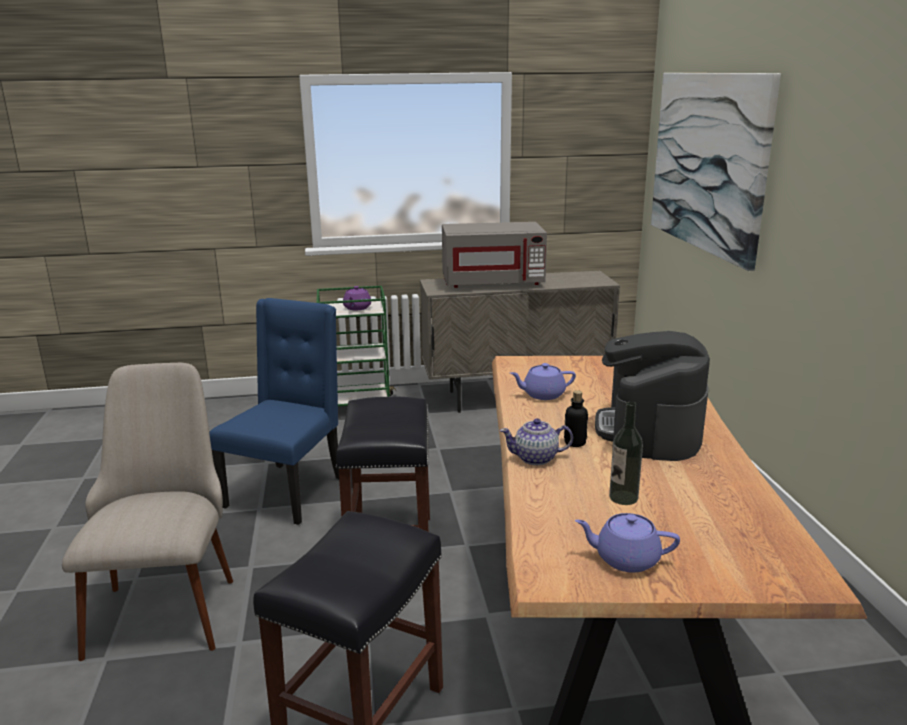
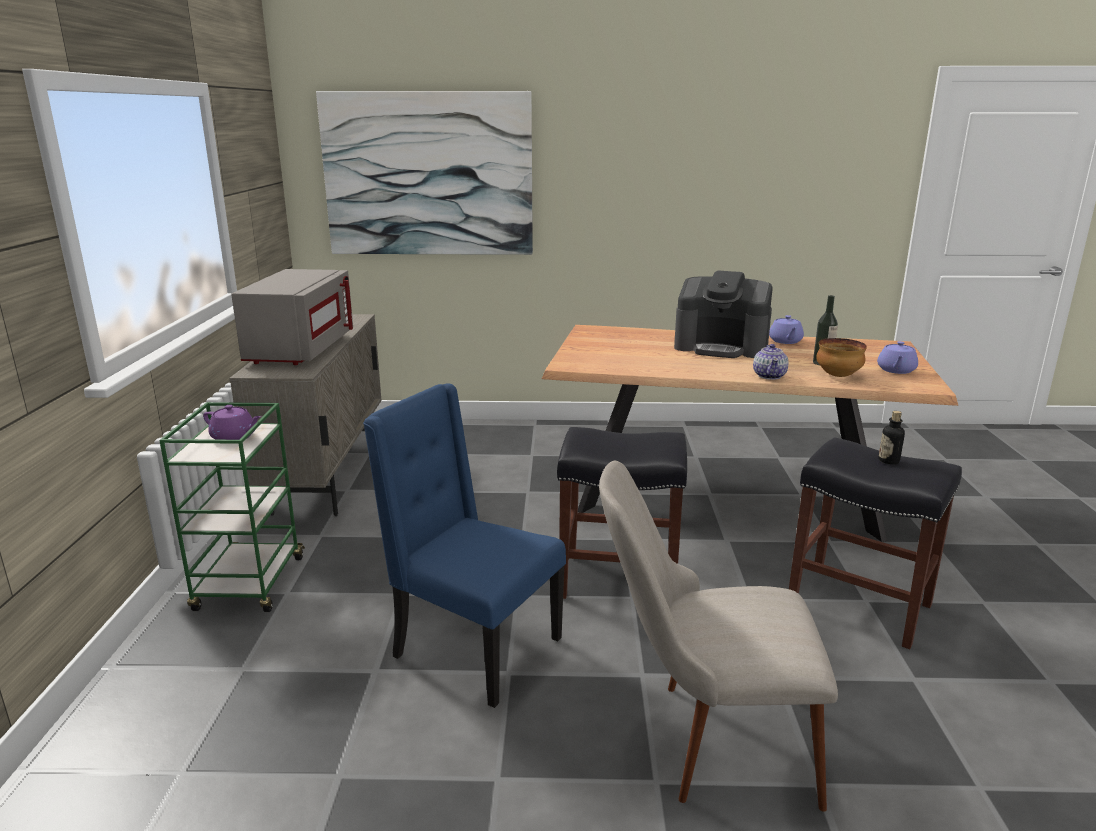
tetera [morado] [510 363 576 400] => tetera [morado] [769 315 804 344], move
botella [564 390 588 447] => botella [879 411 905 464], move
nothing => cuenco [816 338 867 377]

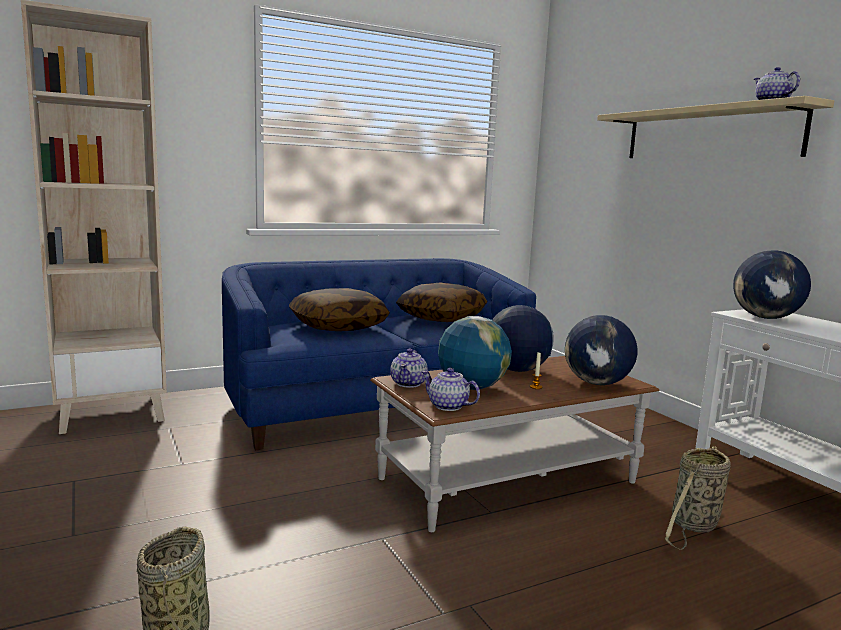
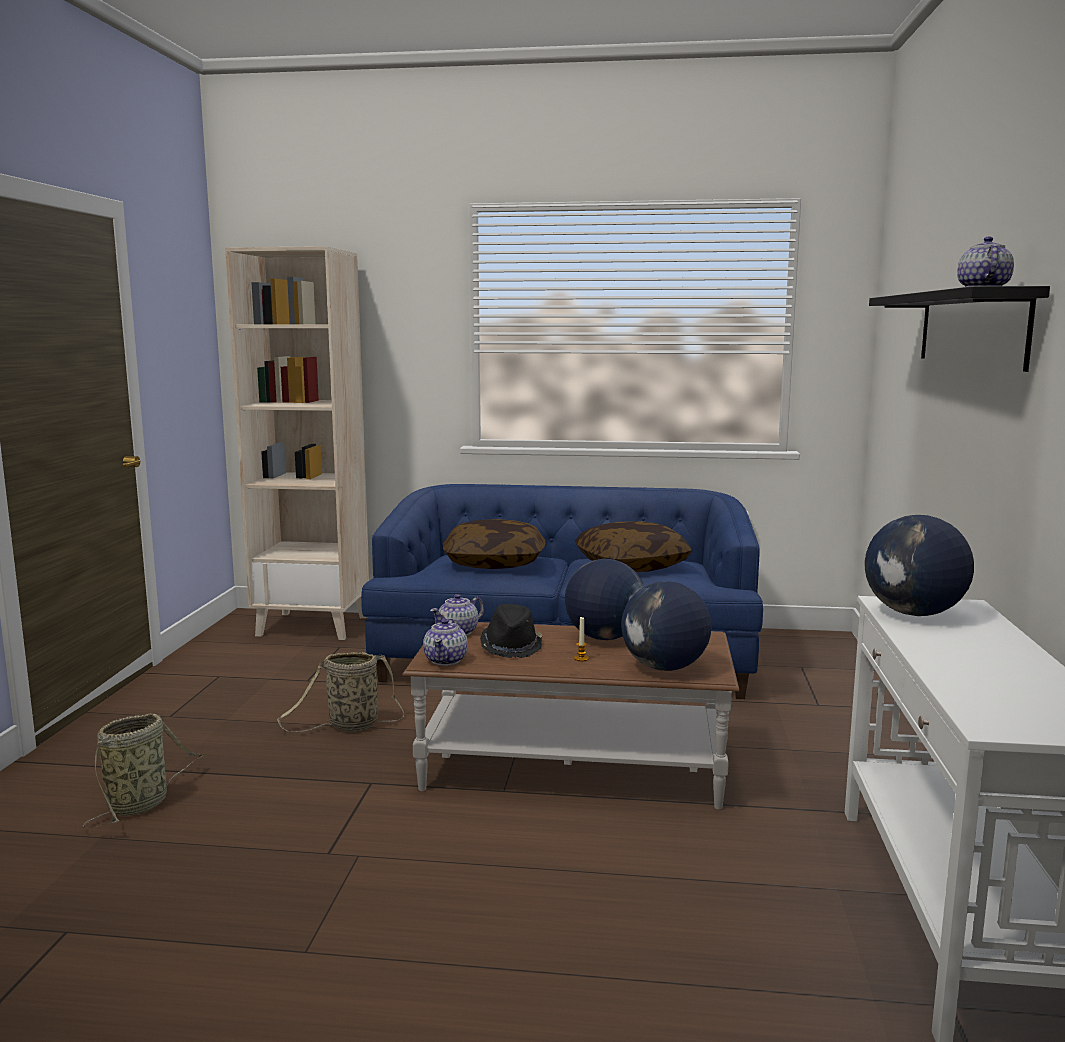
tetera [421 368 480 411] => tetera [423 619 468 666], 150 degrees counterclockwise
globo terráqueo [438 316 512 390] => sombrero [negro] [480 604 542 658]
estante [beis] [597 96 834 158] => estante [negro] [869 286 1050 372]
cesta [665 446 730 550] => cesta [277 652 404 732], move

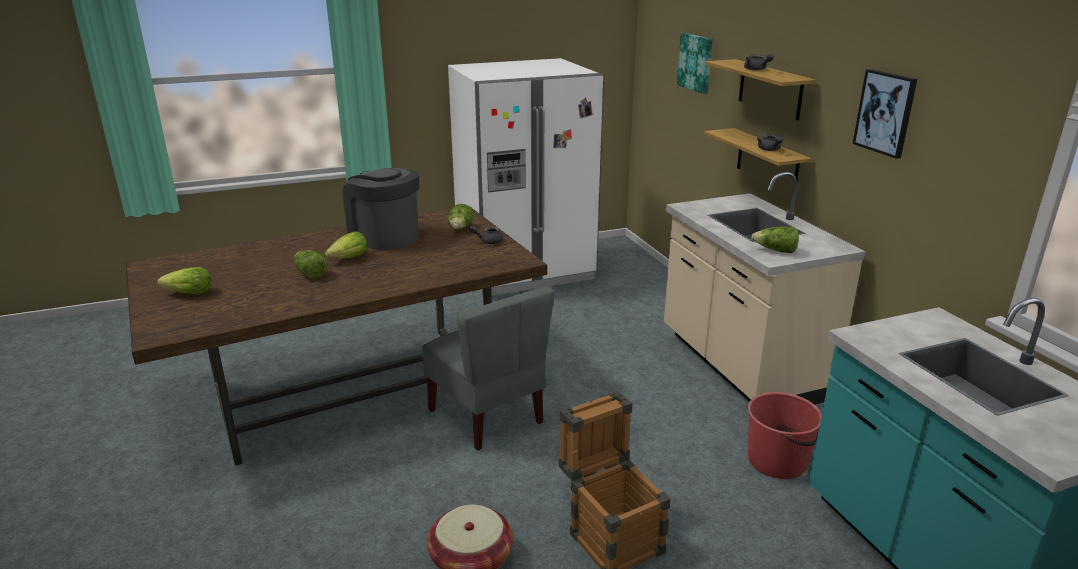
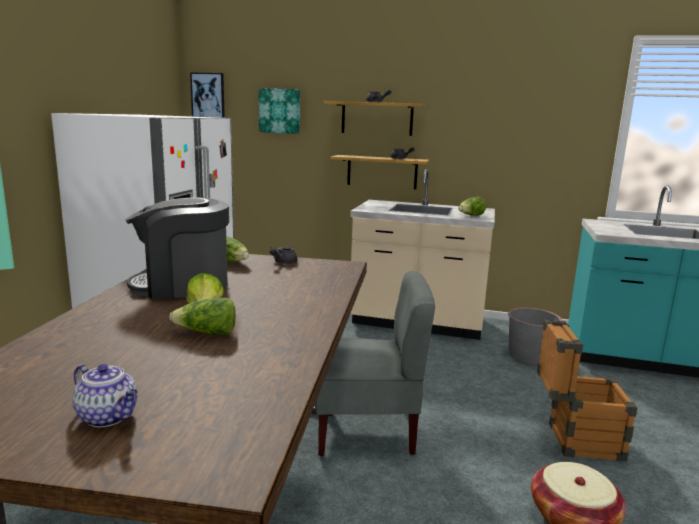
lechuga [157 267 212 294] => tetera [72 364 137 427]
cubo [rojo] [748 392 822 479] => cubo [gris] [508 307 562 365]
cuadro [853 69 917 159] => cuadro [190 72 225 118], move

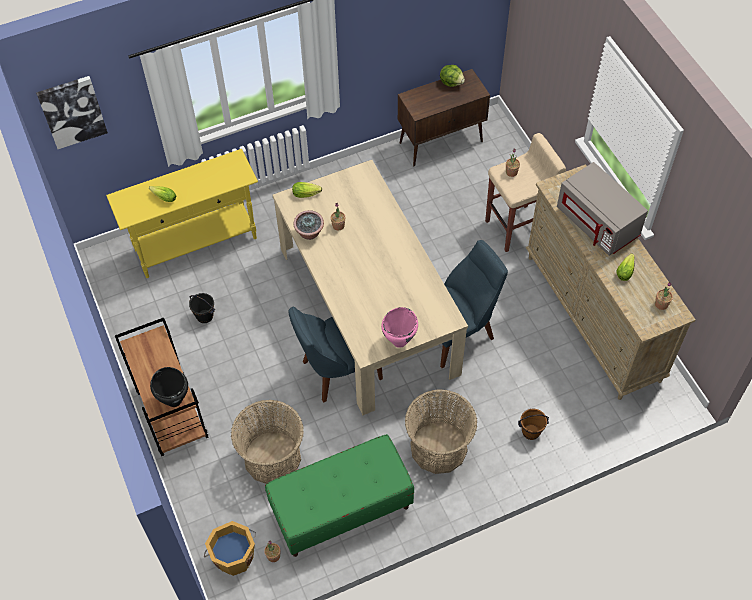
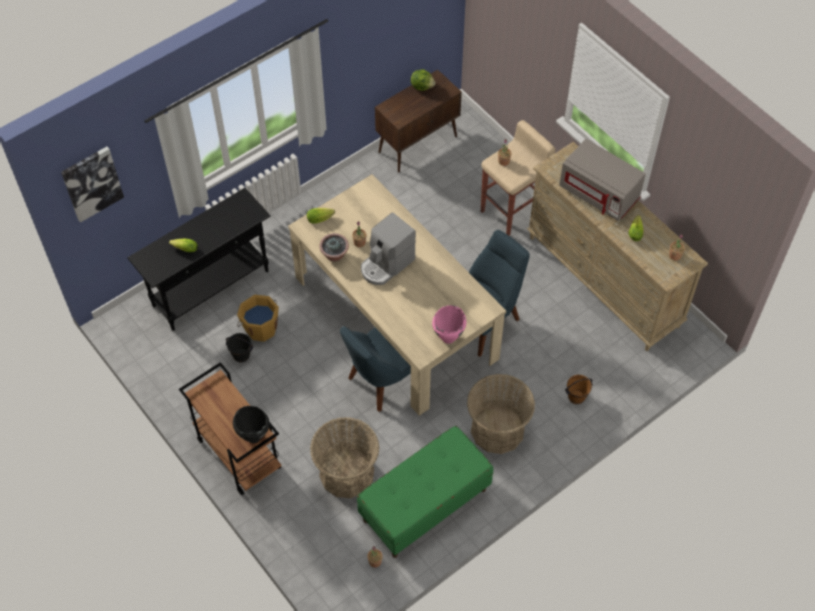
mesa consola [amarillo] [106 149 258 278] => mesa consola [negro] [127 188 271 331]
cubo [naranja] [204 521 256 576] => cubo [naranja] [237 295 279 342], move
nothing => cafetera [361 212 416 285]

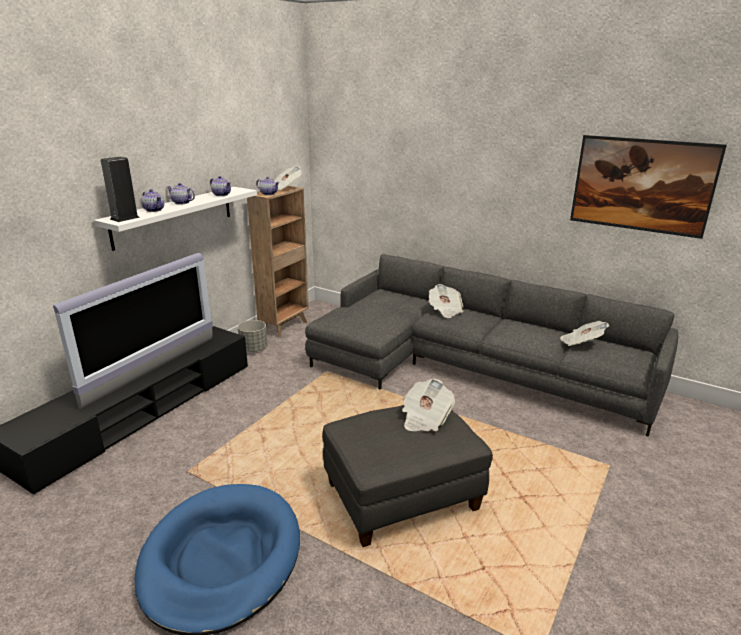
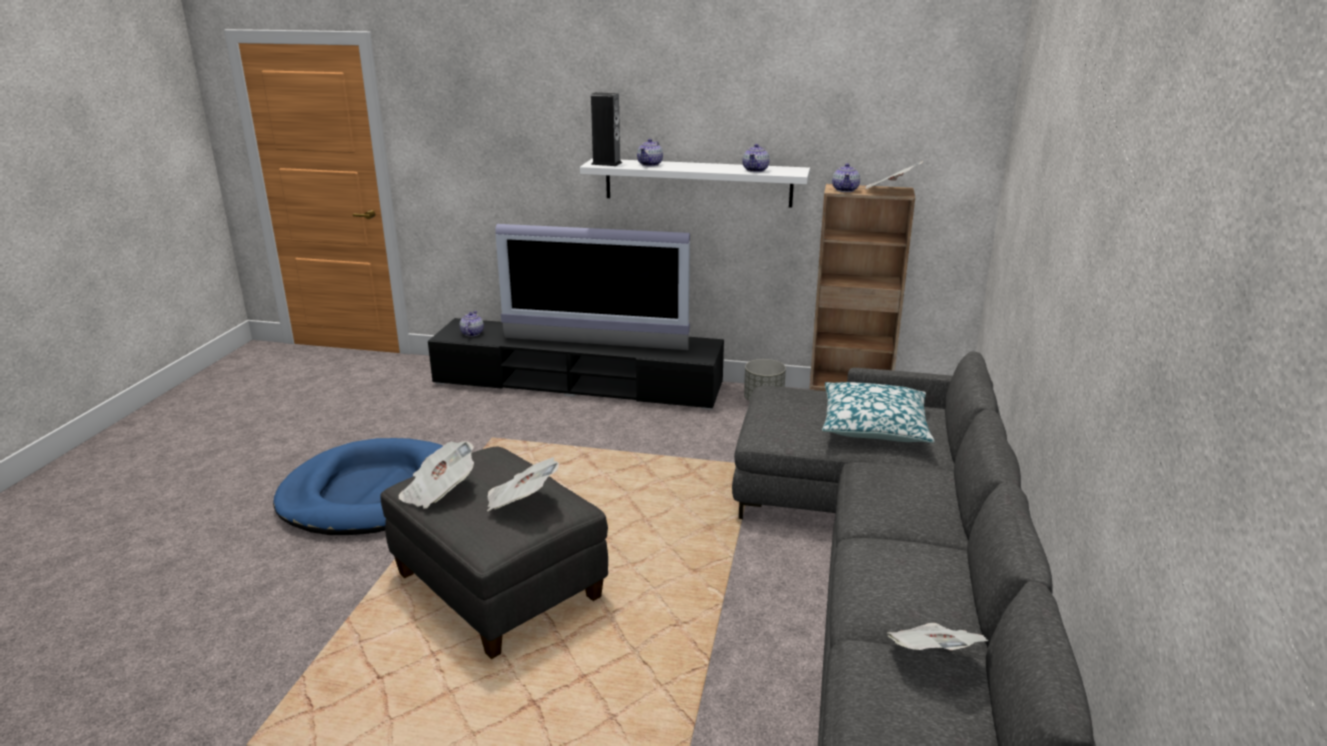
tetera [167 183 195 205] => tetera [459 311 484 337], move
periódico [429 284 464 318] => periódico [399 441 474 509], move
cuadro [570 135 727 239] => nothing
nothing => cojín [822 382 935 443]

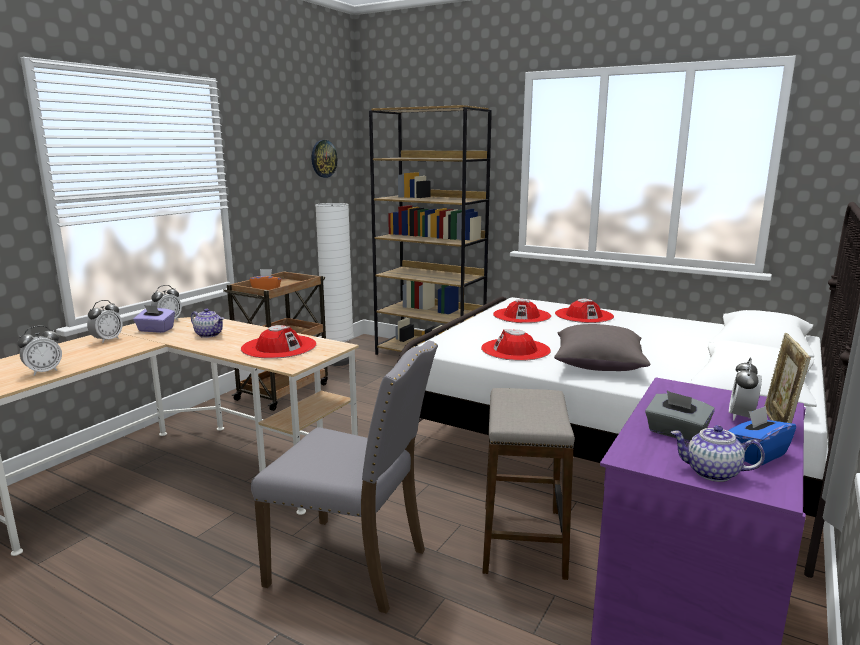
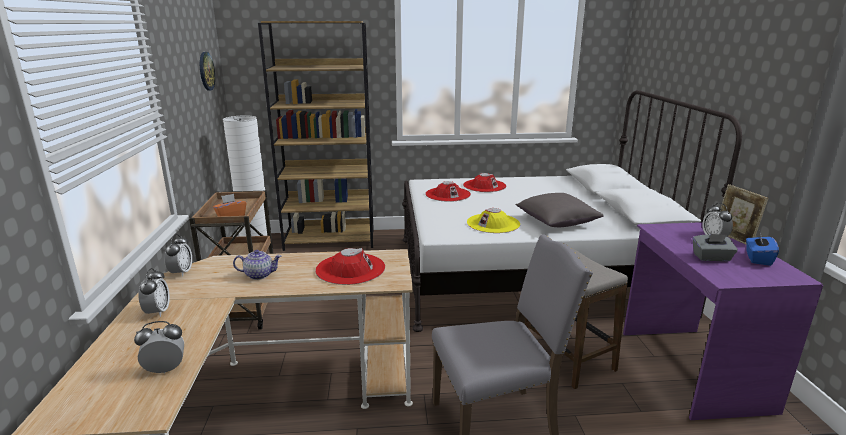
despertador [17 326 62 376] => despertador [134 321 184 374], 120 degrees counterclockwise
caja de pañuelos [morado] [133 305 175 333] => nothing
sombrero [rojo] [481 329 551 361] => sombrero [amarillo] [467 208 520 233]
tetera [671 425 765 482] => nothing

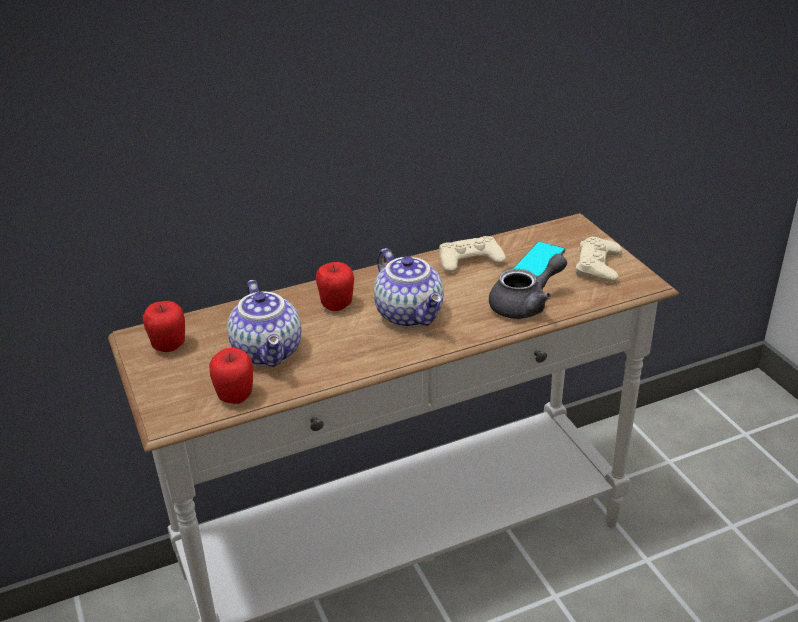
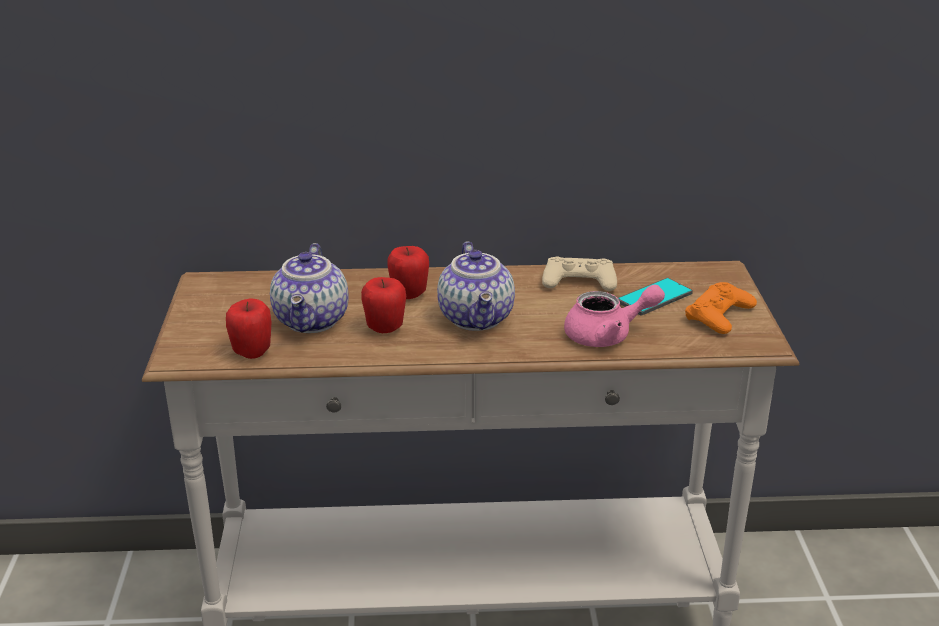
manzana [142 301 185 352] => manzana [361 277 406 333], move
tetera [gris] [489 254 567 319] => tetera [rosa] [564 284 665 347]
mando de consola [beis] [576 237 622 282] => mando de consola [naranja] [685 282 757 334]

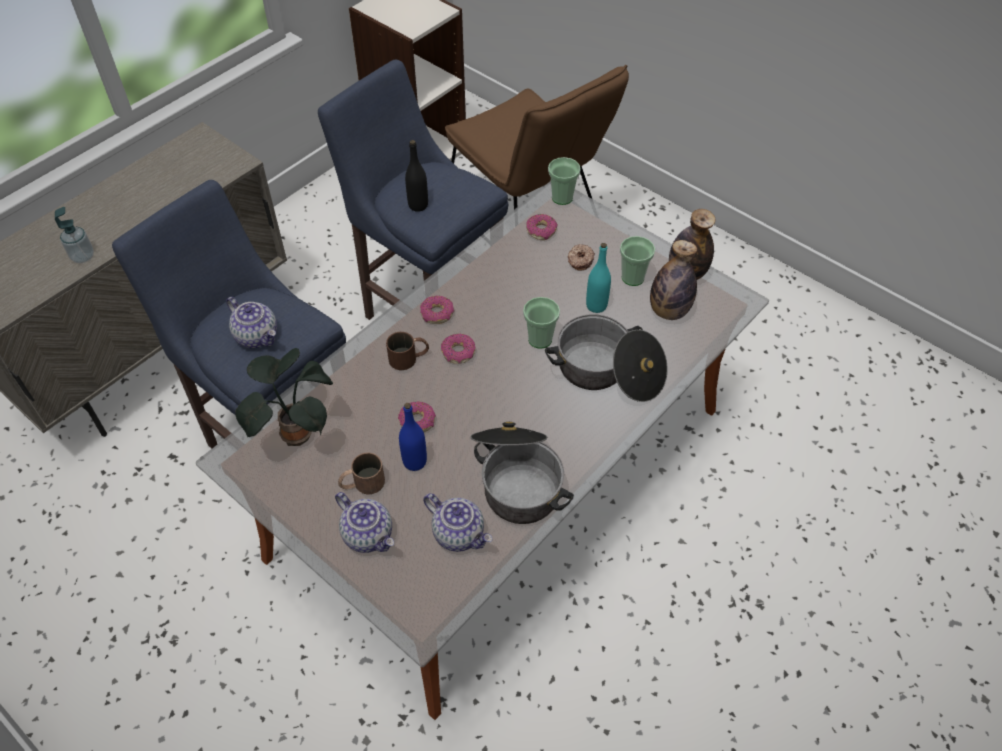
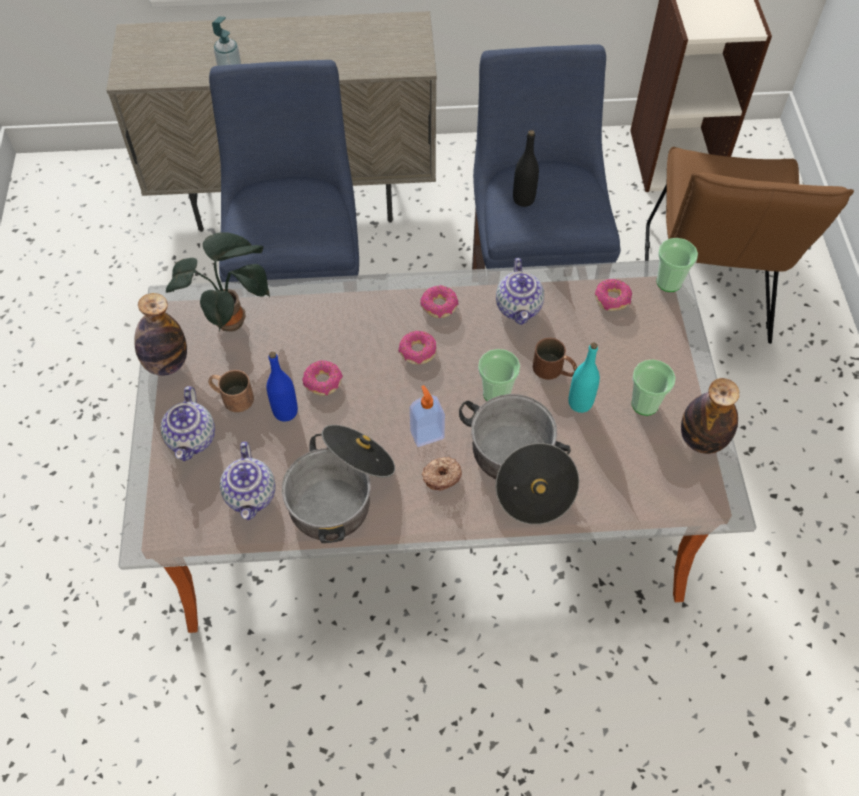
tetera [226 297 277 348] => tetera [496 258 544 325], move
taza grande [marrón] [386 332 429 370] => taza grande [marrón] [533 338 577 380], move
rosquilla [568 244 595 271] => rosquilla [422 457 462 490], move
botella [650 240 697 320] => botella [134 293 187 376], move
nothing => dispensador de jabón [410 385 445 447]

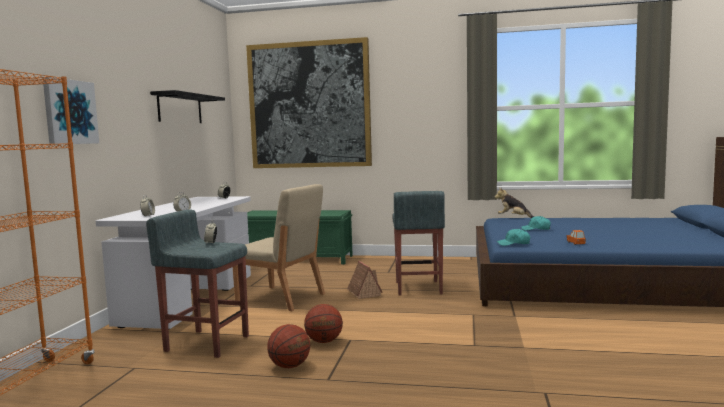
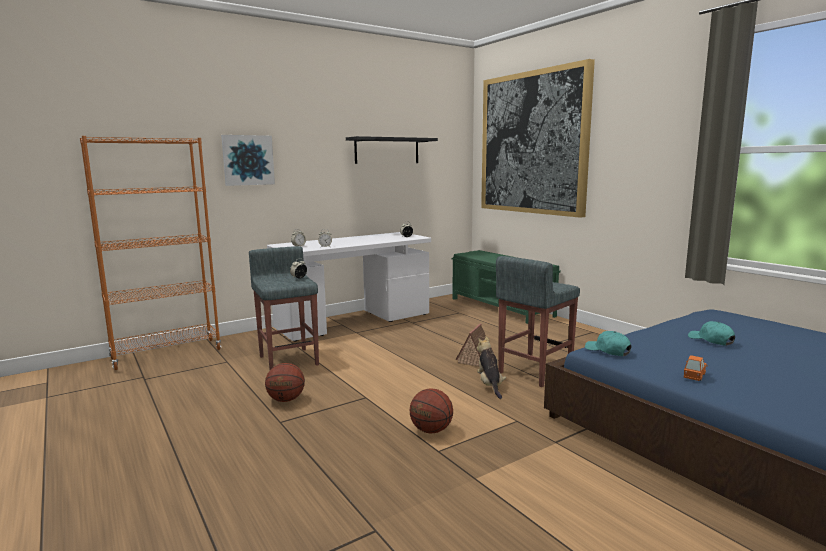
silla [beis] [233 184 325 311] => nothing
balón de baloncesto [304 304 343 343] => balón de baloncesto [410 388 453 434], move
peluche [495 187 534 218] => peluche [477 336 506 399], move

